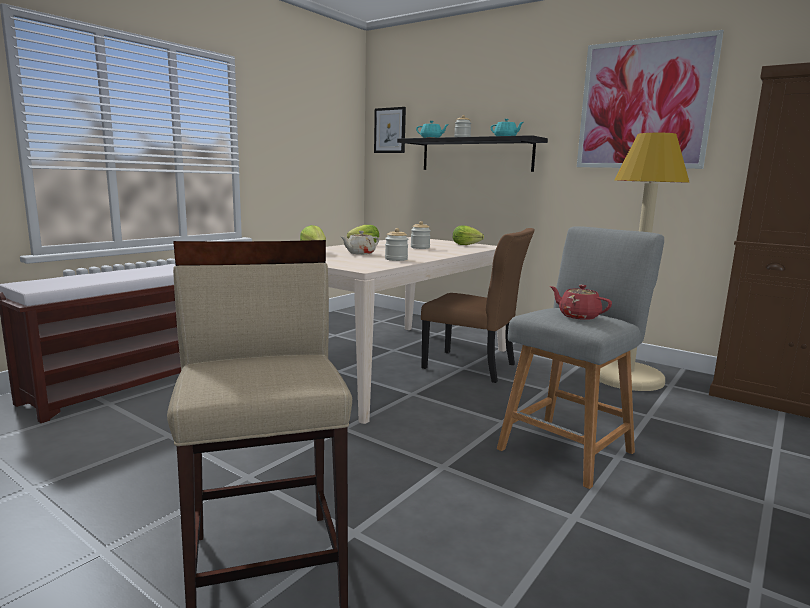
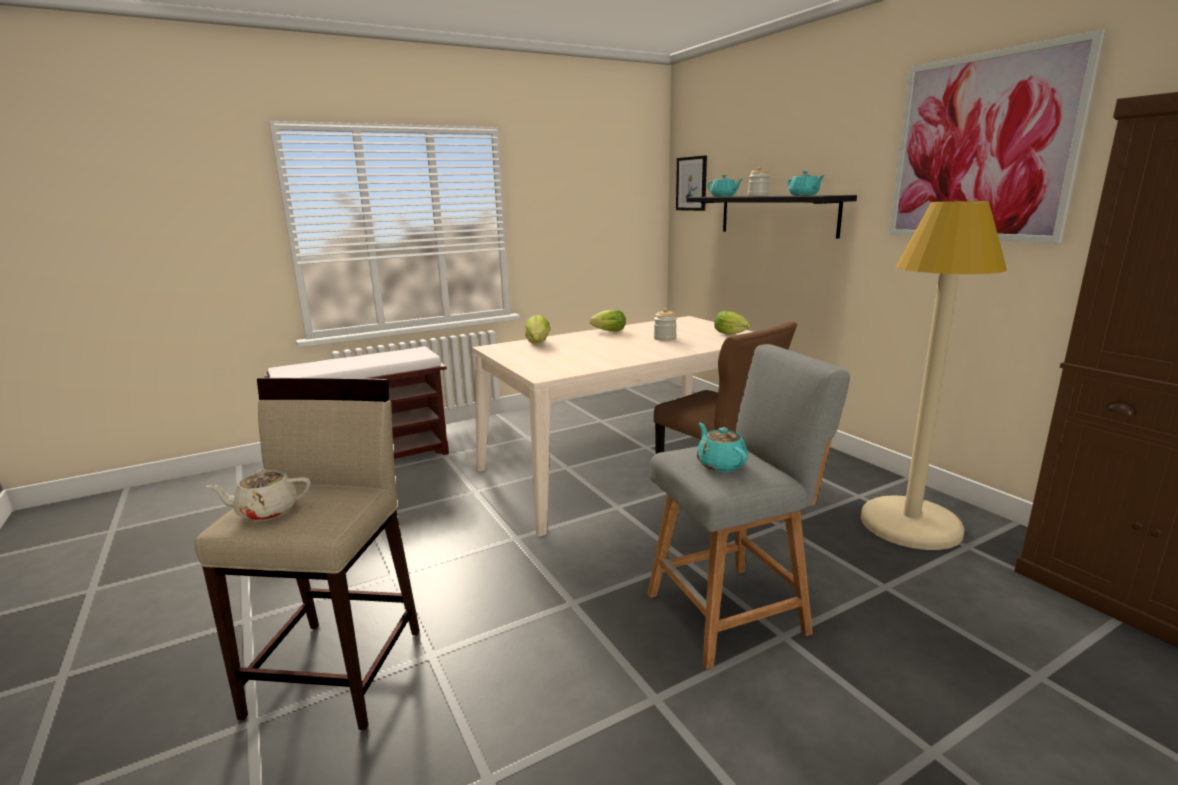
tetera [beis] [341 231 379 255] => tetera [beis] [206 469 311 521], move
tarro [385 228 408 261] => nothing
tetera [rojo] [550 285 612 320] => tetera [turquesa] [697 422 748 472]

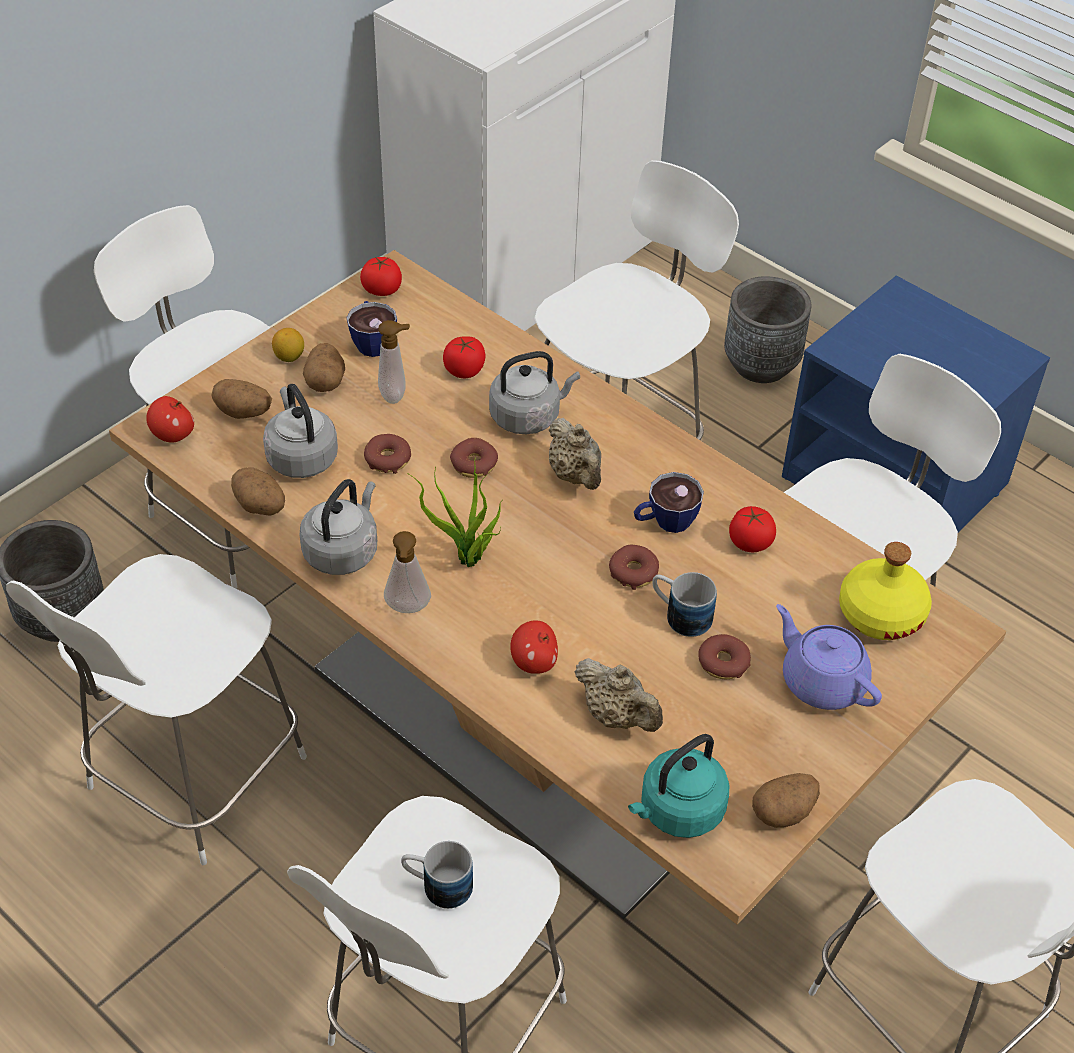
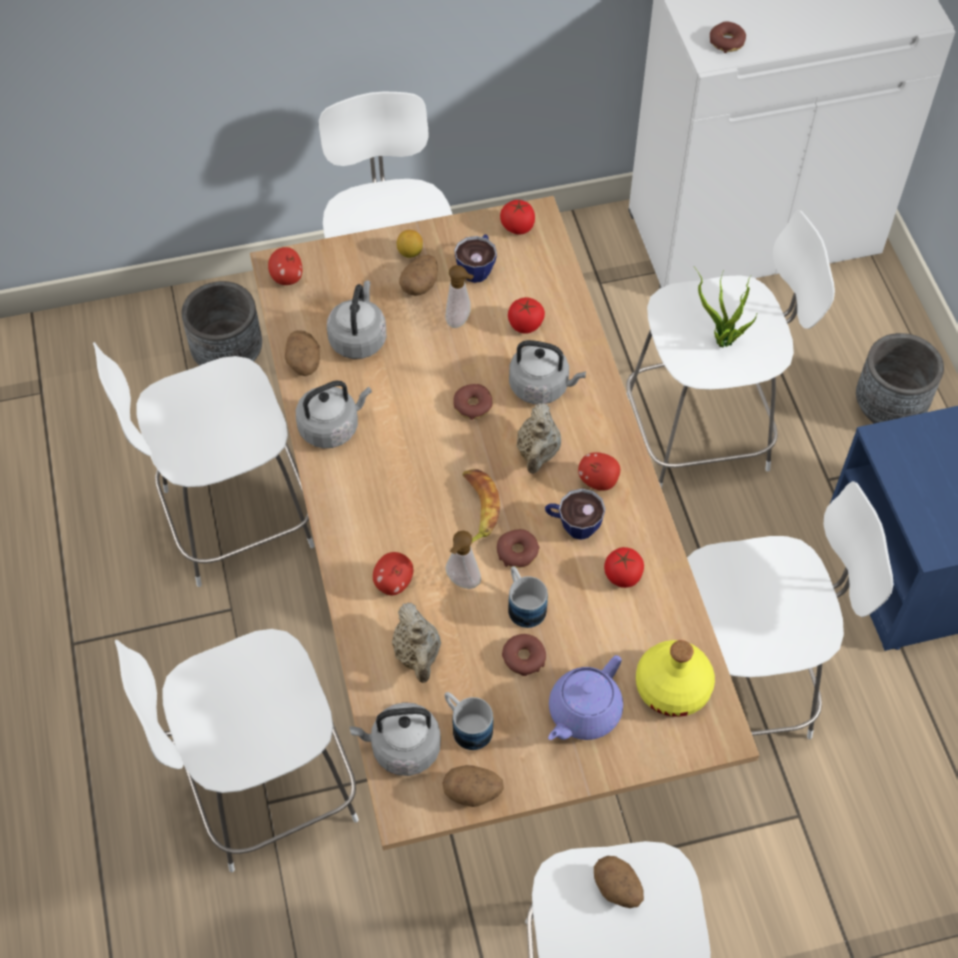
patata [211 379 272 419] => patata [594 856 644 908], move
rosquilla [364 434 411 474] => rosquilla [710 21 746 53], move
dispensador de jabón [384 531 431 613] => dispensador de jabón [445 530 481 589], move
taza grande [401 841 473 909] => taza grande [445 692 493 750], move
planta en maceta [407 456 502 567] => planta en maceta [694 267 759 348], move
hervidor [turquesa] [628 734 730 838] => hervidor [gris] [349 702 441 776]
tetera [morado] [776 604 882 710] => tetera [morado] [548 655 623 740], 135 degrees counterclockwise
nothing => plátano [463 469 500 543]
nothing => manzana [578 452 620 491]

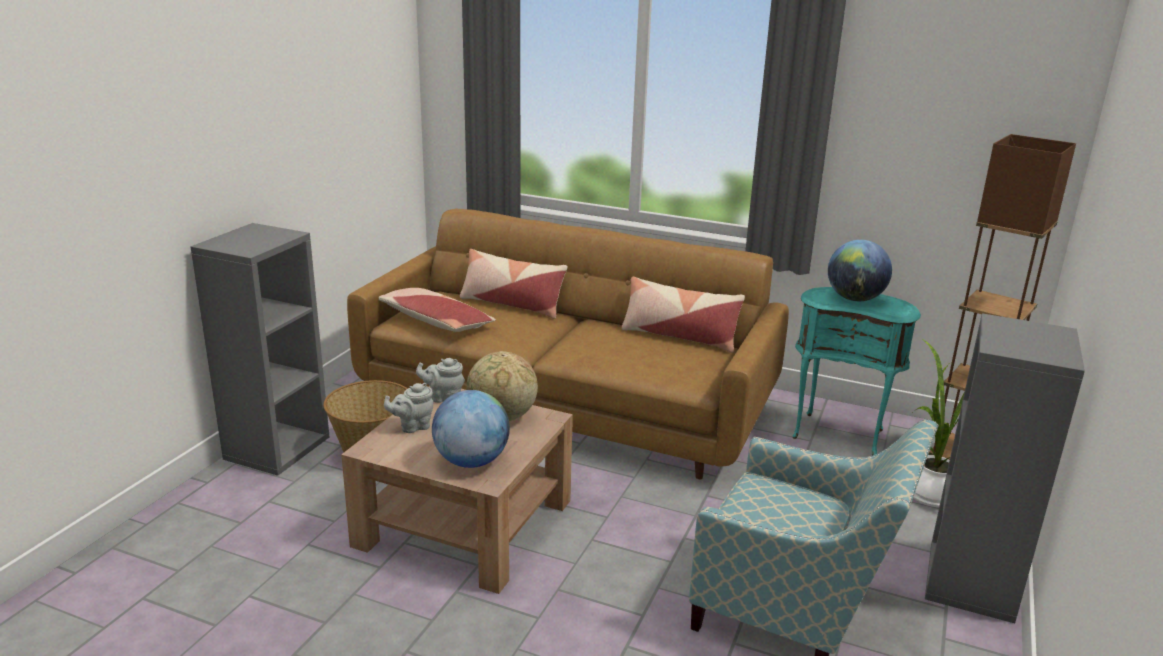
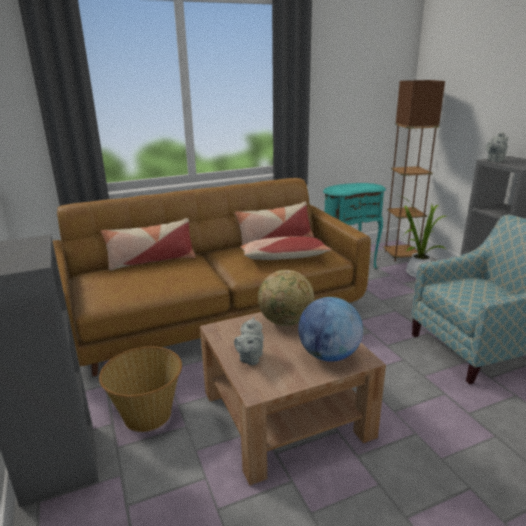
cojín [379 288 496 332] => cojín [240 236 332 260], move
tetera [gris] [416 358 465 403] => tetera [gris] [486 132 509 162], move
globo terráqueo [828 240 892 301] => nothing

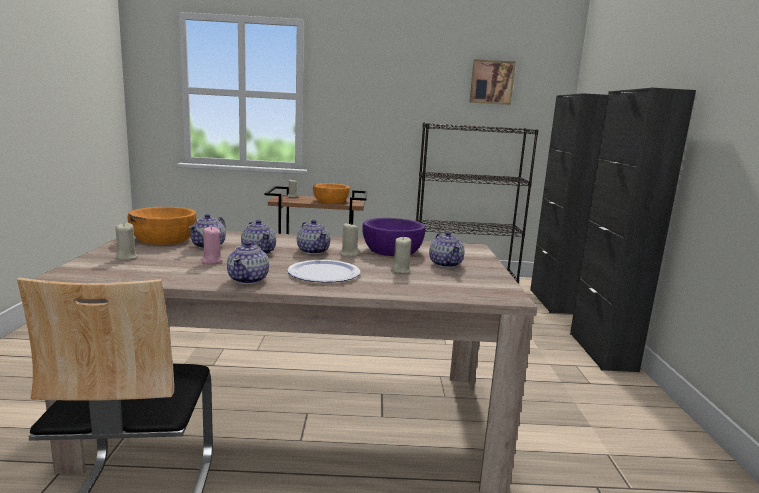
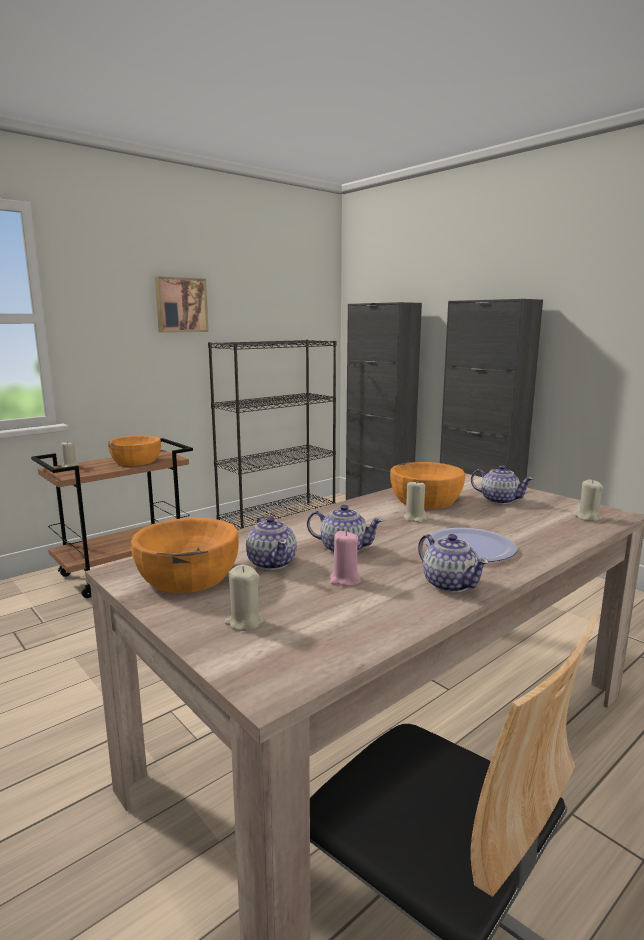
tetera [297 220 330 254] => nothing
cuenco [morado] [362 218 425 256] => cuenco [naranja] [390 462 465 509]
vela [beis] [391 236 411 274] => vela [beis] [574 479 603 521], move
cuadro [469 59 516 105] => cuadro [155 276 209 333], move

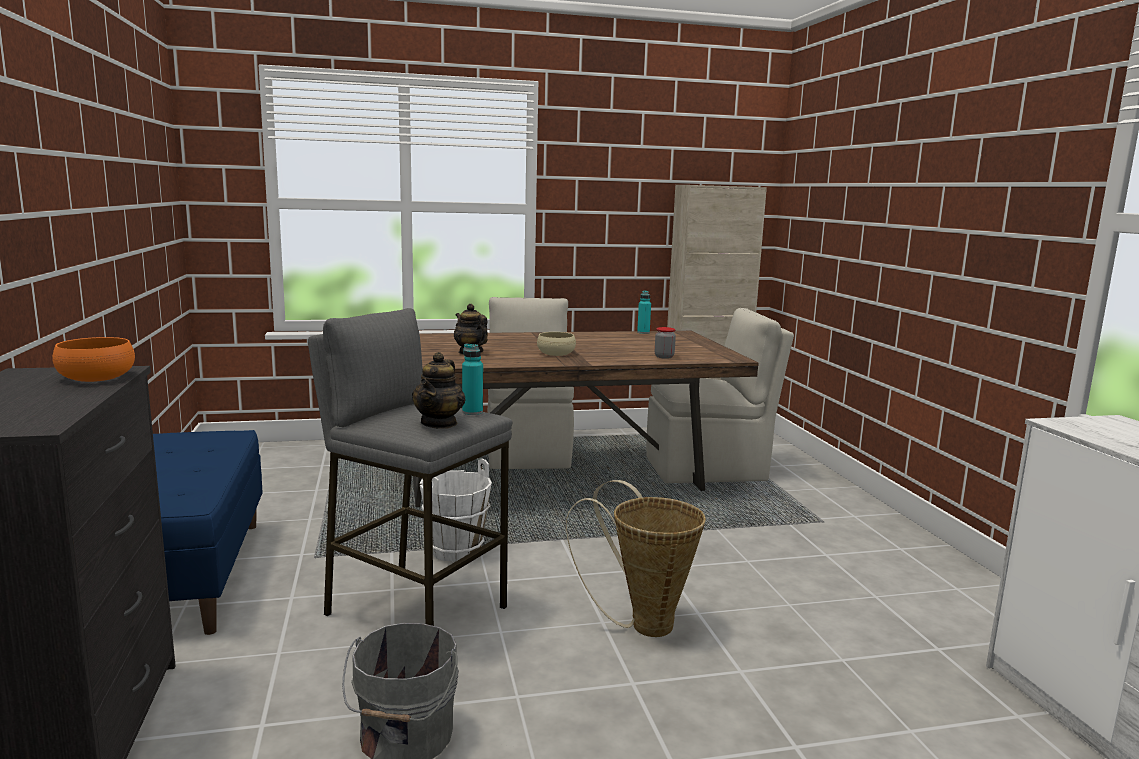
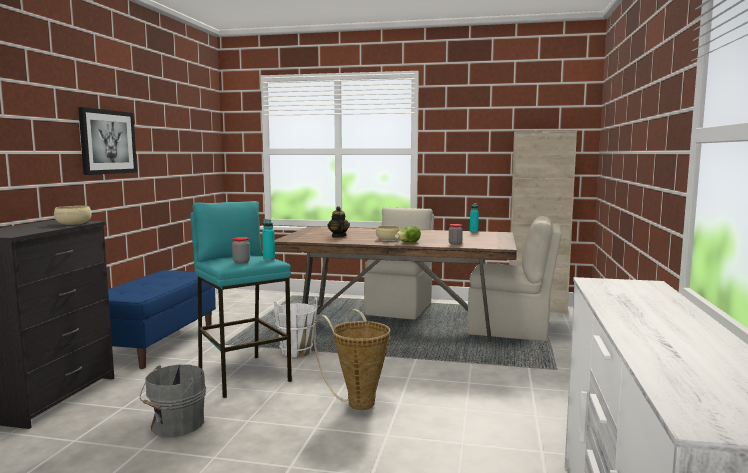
cuenco [naranja] [52 337 135 382] => cuenco [beis] [54 206 92 225]
taburete [gris] [308 308 512 626] => taburete [turquesa] [190 201 292 398]
tetera [412 352 466 429] => tarro [232 237 250 263]
nothing => cuadro [78 107 137 175]
nothing => lechuga [395 225 421 243]

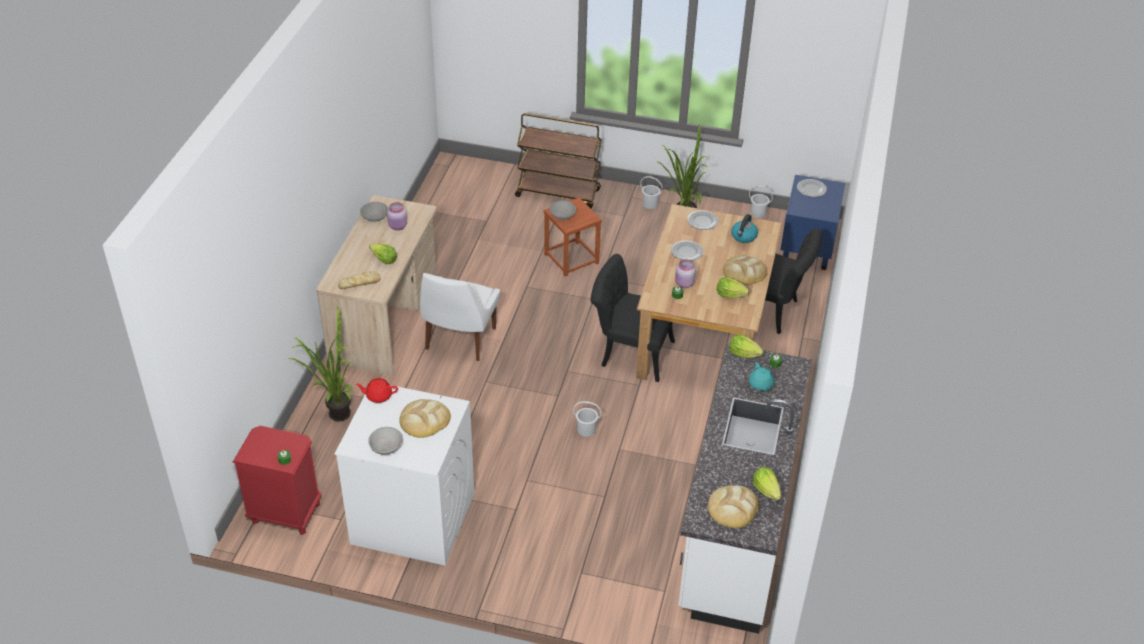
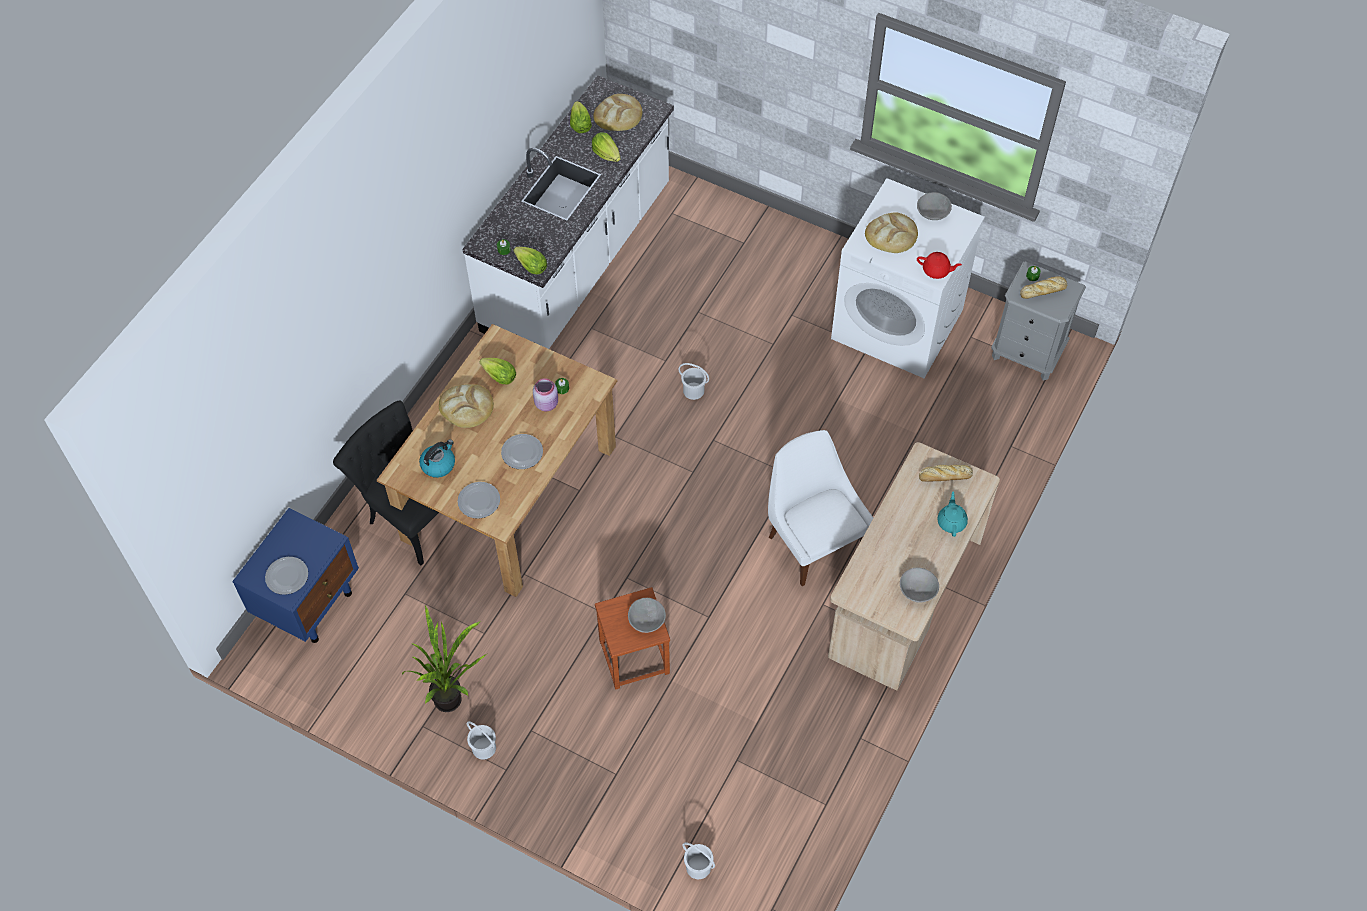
mesita de noche [rojo] [233 426 322 535] => mesita de noche [gris] [991 261 1086 381]
planta en maceta [289 305 353 421] => nothing
lechuga [369 243 397 264] => lechuga [592 132 621 162], move
tarro [rosa] [387 202 407 230] => nothing
silla [blanco] [420 273 500 361] => silla [blanco] [768 430 873 586], 60 degrees counterclockwise
carrito [marrón] [515 113 602 209] => nothing
silla [negro] [591 254 675 382] => nothing
cubo [blanco] [749 185 773 218] => cubo [blanco] [682 842 715 879], move
tetera [turquesa] [749 362 774 391] => tetera [turquesa] [938 492 968 537], move
nothing => pan [1020 276 1067 299]

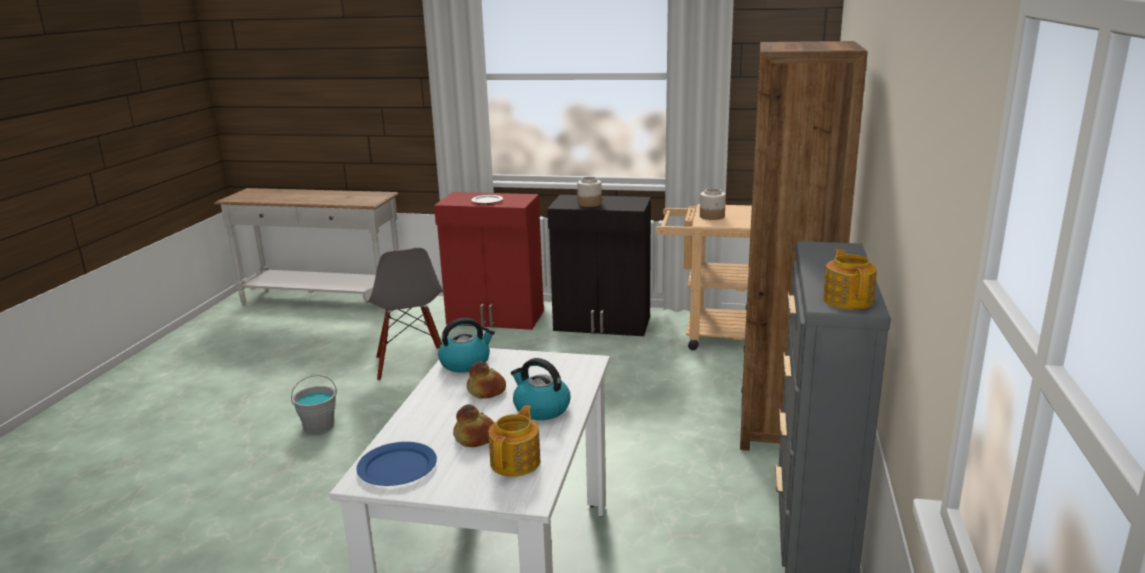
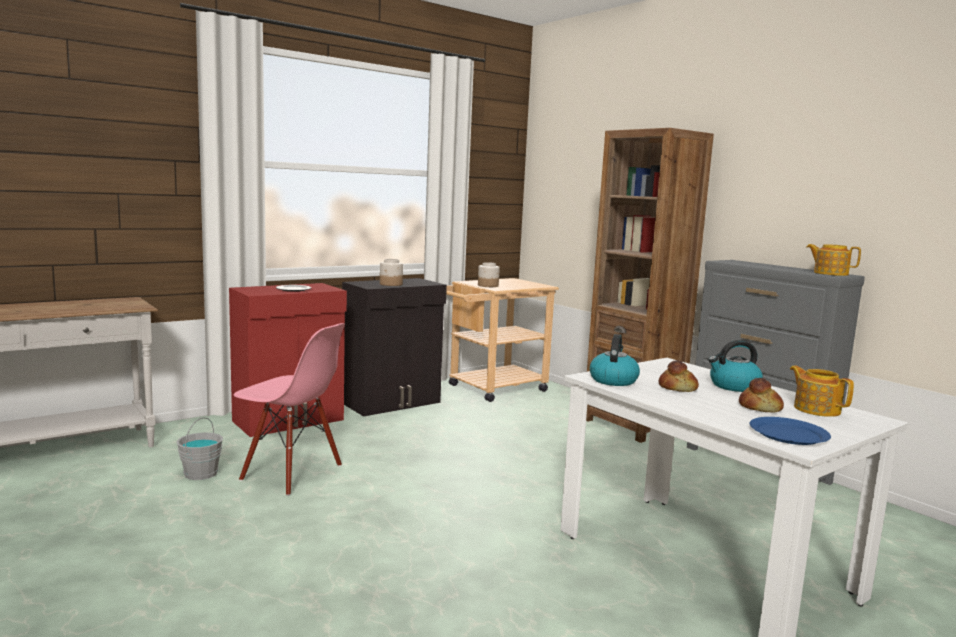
cubo [gris] [291 375 337 434] => cubo [gris] [176 417 223 480], move
silla [gris] [363 248 444 381] => silla [rosa] [233 323 345 496]

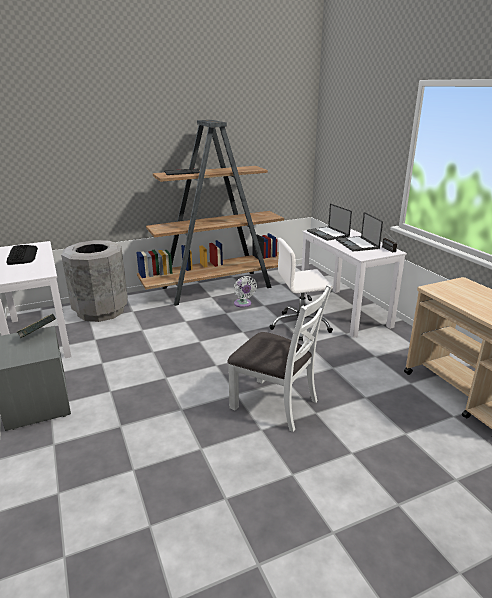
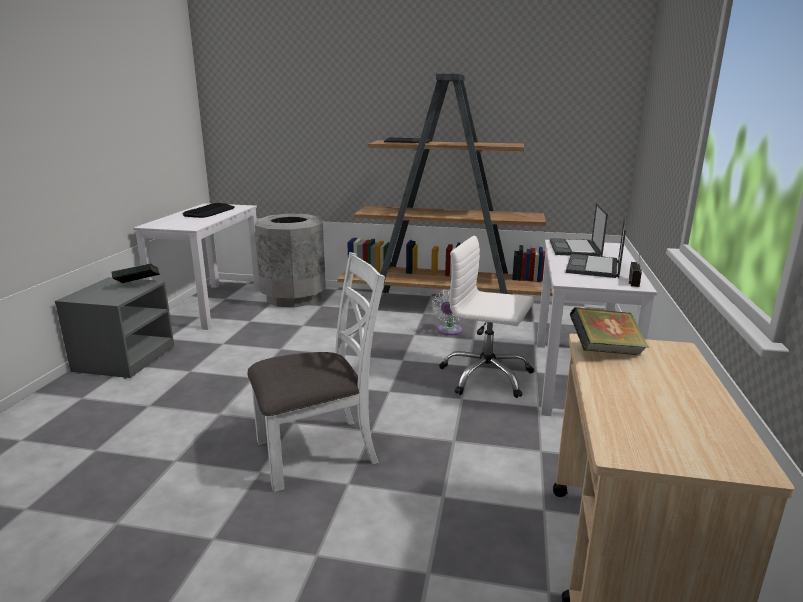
silla [blanco] [227 284 332 432] => silla [blanco] [247 252 385 492], 90 degrees counterclockwise
nothing => libro [570 307 649 356]

